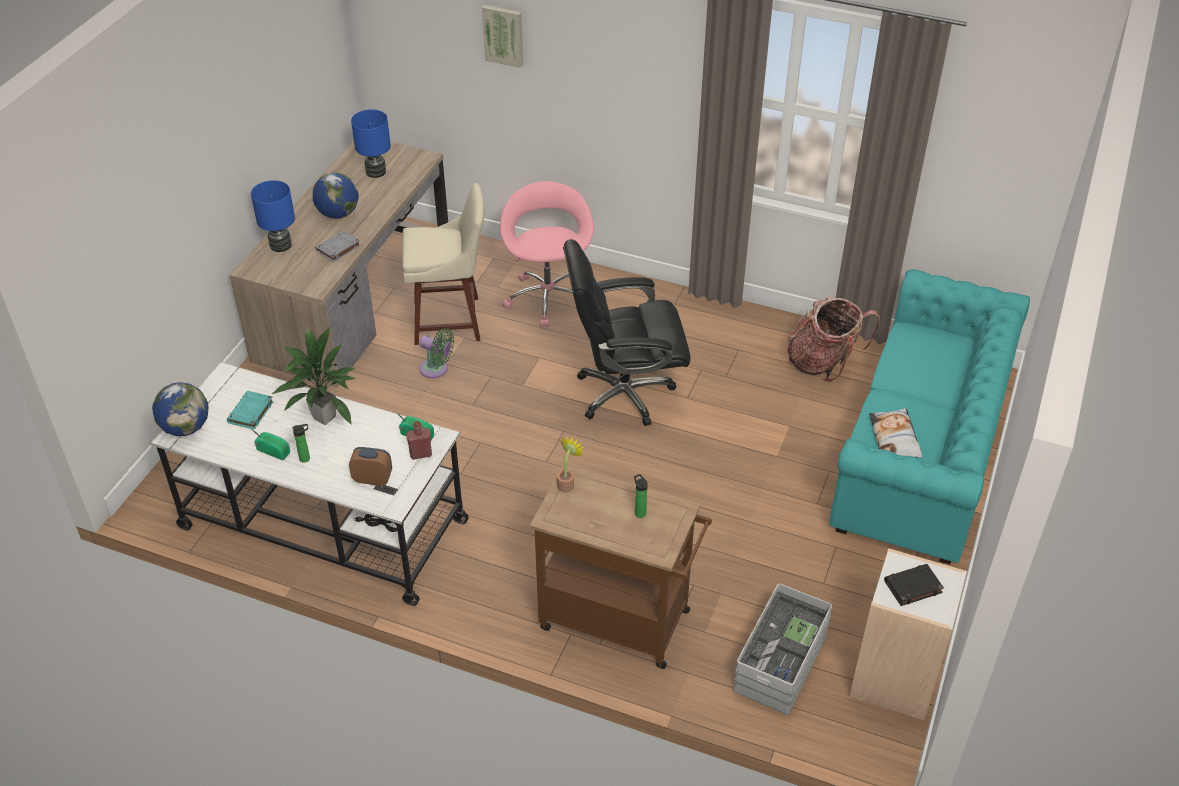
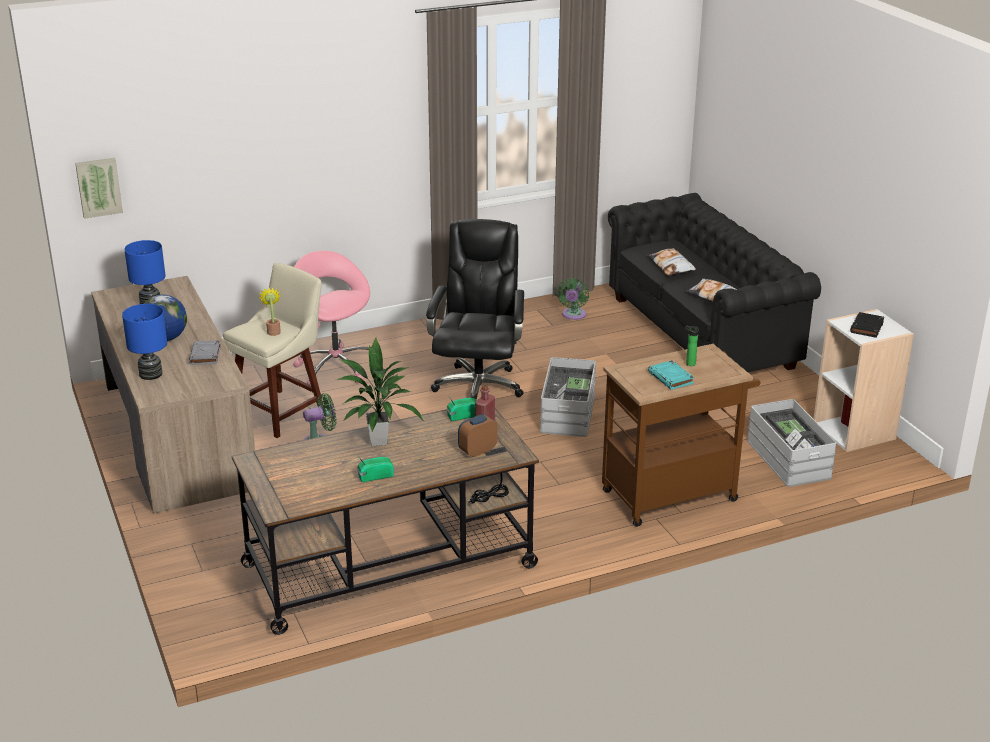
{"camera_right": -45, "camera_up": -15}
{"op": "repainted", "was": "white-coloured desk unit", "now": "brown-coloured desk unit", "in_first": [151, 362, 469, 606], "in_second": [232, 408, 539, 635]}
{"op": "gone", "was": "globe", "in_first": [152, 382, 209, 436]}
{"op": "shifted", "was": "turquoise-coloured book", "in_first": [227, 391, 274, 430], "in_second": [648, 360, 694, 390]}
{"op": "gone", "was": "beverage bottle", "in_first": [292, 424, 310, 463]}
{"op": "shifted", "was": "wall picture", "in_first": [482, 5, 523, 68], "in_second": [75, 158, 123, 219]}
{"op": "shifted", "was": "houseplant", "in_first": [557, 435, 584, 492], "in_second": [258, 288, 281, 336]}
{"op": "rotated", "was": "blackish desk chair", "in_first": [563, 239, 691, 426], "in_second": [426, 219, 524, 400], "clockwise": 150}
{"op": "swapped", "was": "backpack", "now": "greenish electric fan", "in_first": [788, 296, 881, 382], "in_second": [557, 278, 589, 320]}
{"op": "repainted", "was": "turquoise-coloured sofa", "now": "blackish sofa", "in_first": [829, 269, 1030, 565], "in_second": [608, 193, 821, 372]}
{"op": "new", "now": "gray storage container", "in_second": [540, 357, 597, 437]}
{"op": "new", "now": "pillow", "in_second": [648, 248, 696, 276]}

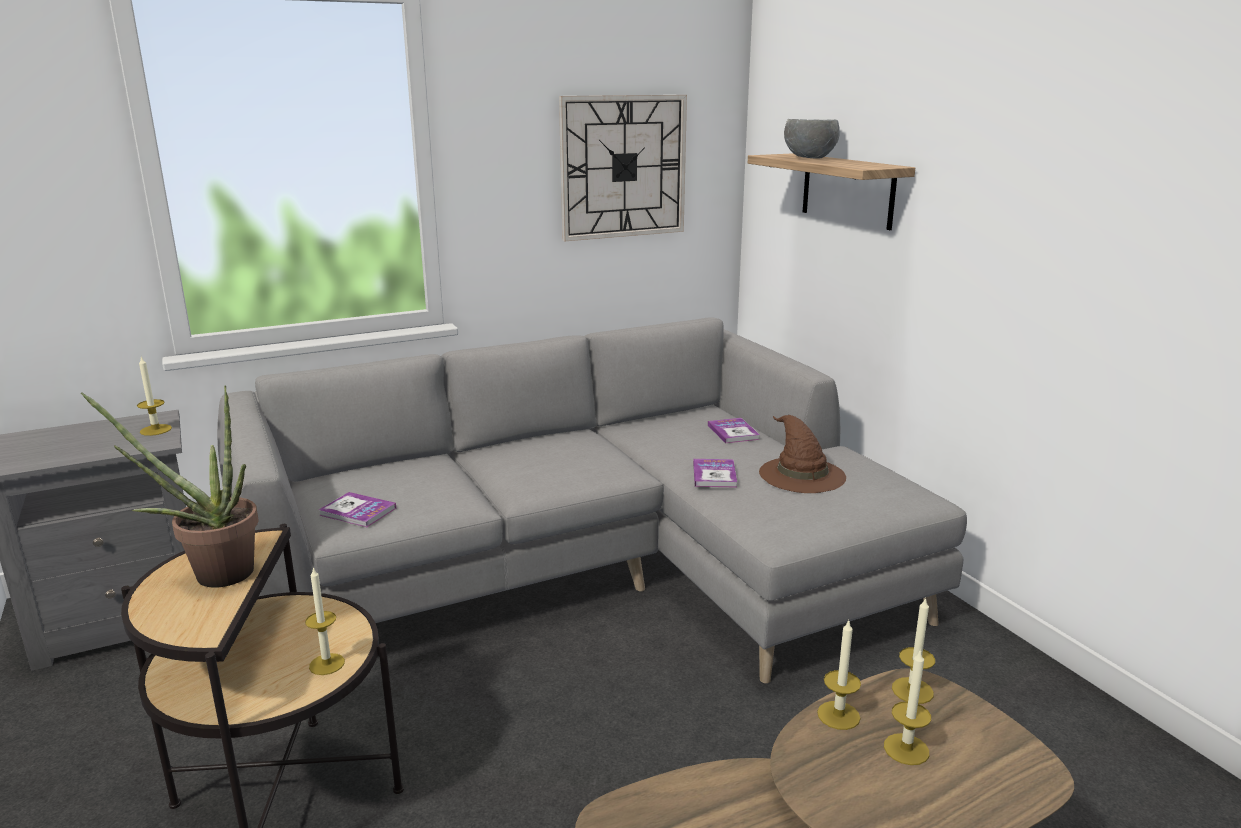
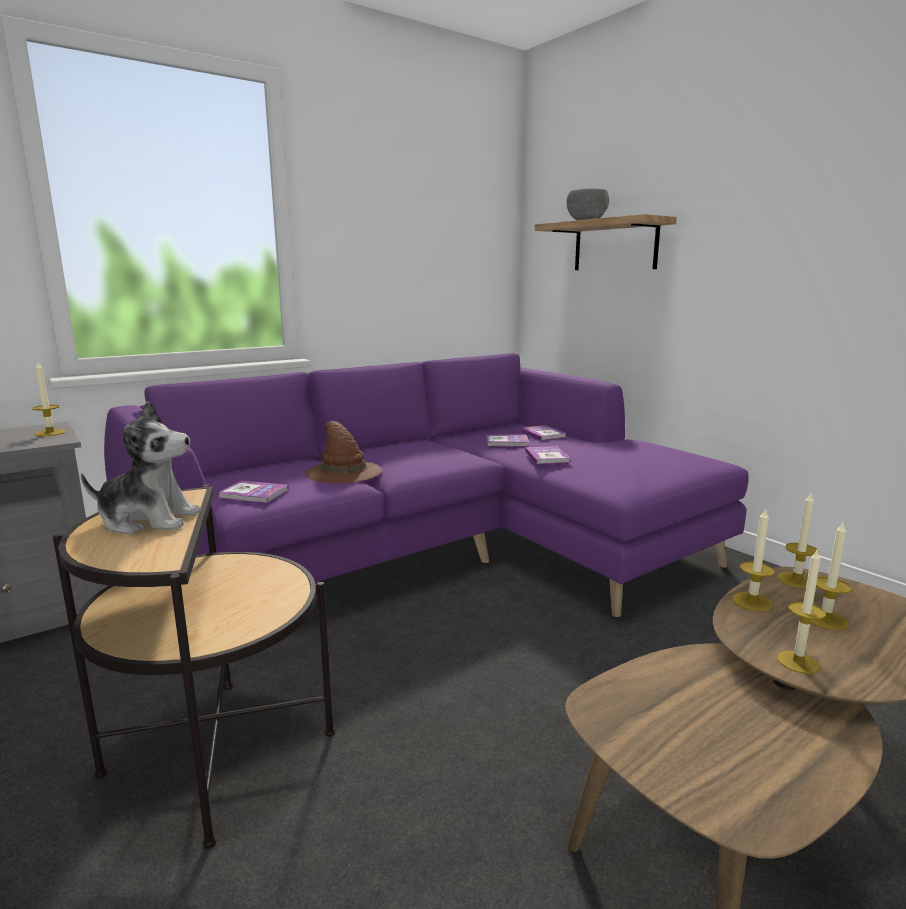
{"camera_right": -10, "camera_up": -5}
{"op": "swapped", "was": "houseplant", "now": "cuddly toy", "in_first": [81, 386, 259, 588], "in_second": [81, 401, 201, 534]}
{"op": "repainted", "was": "gray sofa", "now": "purple-coloured sofa", "in_first": [217, 318, 967, 683], "in_second": [104, 353, 749, 617]}
{"op": "shifted", "was": "candle", "in_first": [305, 567, 345, 675], "in_second": [777, 548, 826, 674]}
{"op": "gone", "was": "hanging clock", "in_first": [559, 95, 687, 241]}
{"op": "shifted", "was": "brown-coloured wearable hat", "in_first": [759, 415, 846, 493], "in_second": [305, 421, 382, 484]}
{"op": "new", "now": "book", "in_second": [486, 435, 529, 446]}

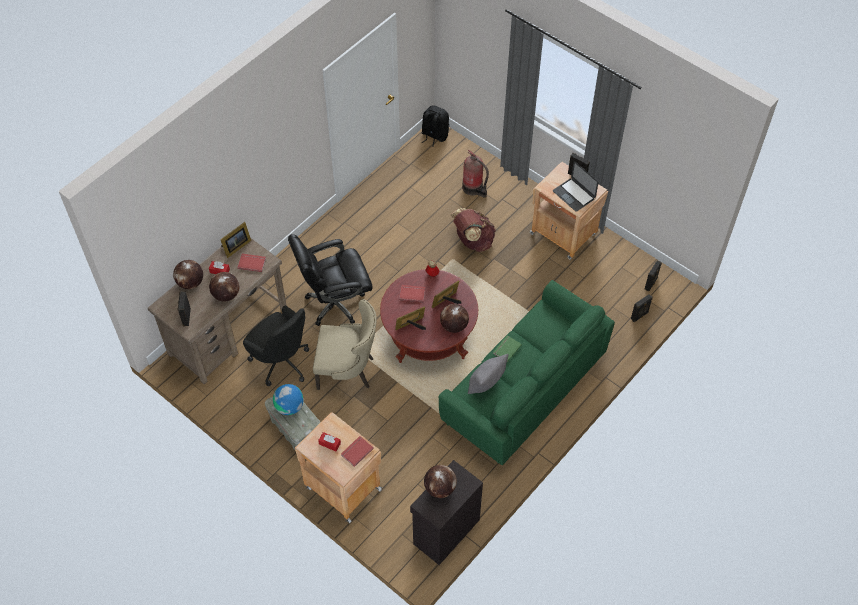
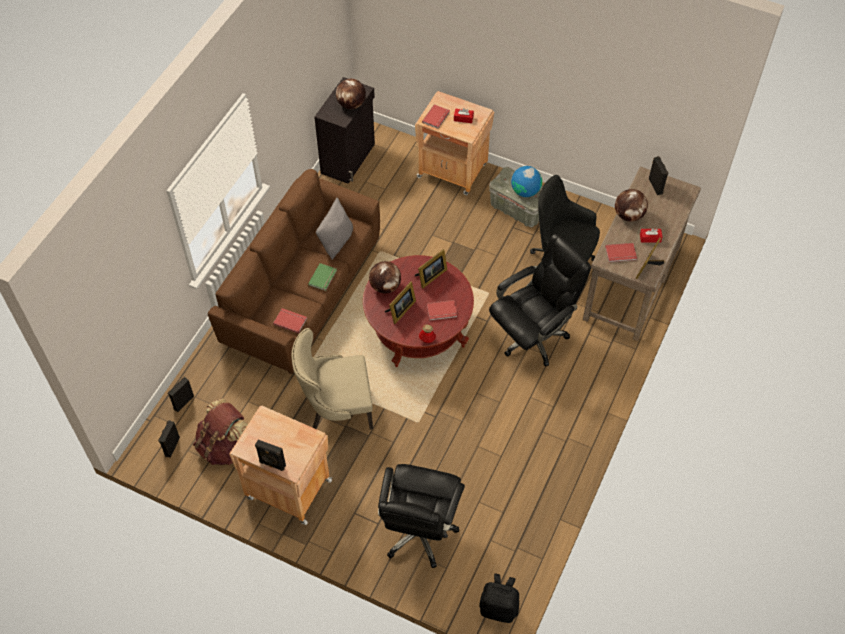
{"camera_right": 165, "camera_up": 0}
{"op": "gone", "was": "globe", "in_first": [173, 260, 203, 289]}
{"op": "shifted", "was": "sand-coloured upright chair", "in_first": [313, 299, 377, 390], "in_second": [292, 328, 373, 430]}
{"op": "repainted", "was": "greenish sofa", "now": "brown-coloured sofa", "in_first": [439, 280, 615, 465], "in_second": [208, 169, 380, 374]}
{"op": "shifted", "was": "brown-coloured backpack", "in_first": [451, 208, 496, 252], "in_second": [193, 398, 248, 465]}
{"op": "swapped", "was": "extinguisher", "now": "blackish desk chair", "in_first": [462, 150, 489, 198], "in_second": [378, 464, 465, 568]}
{"op": "gone", "was": "laptop", "in_first": [553, 161, 598, 212]}
{"op": "new", "now": "reddish book", "in_second": [273, 308, 307, 334]}

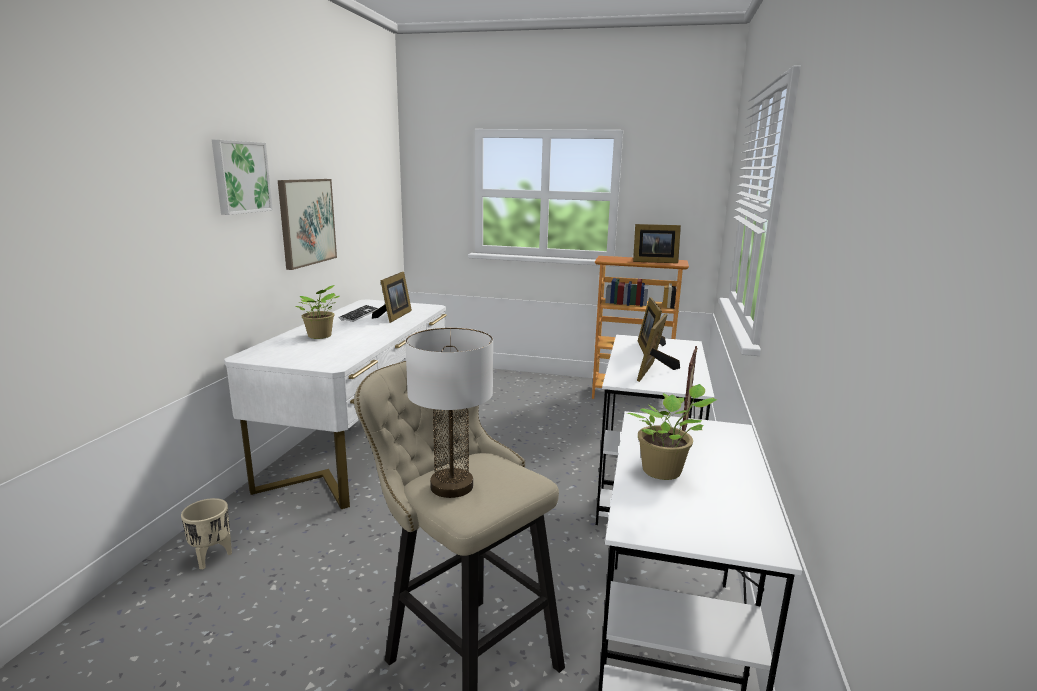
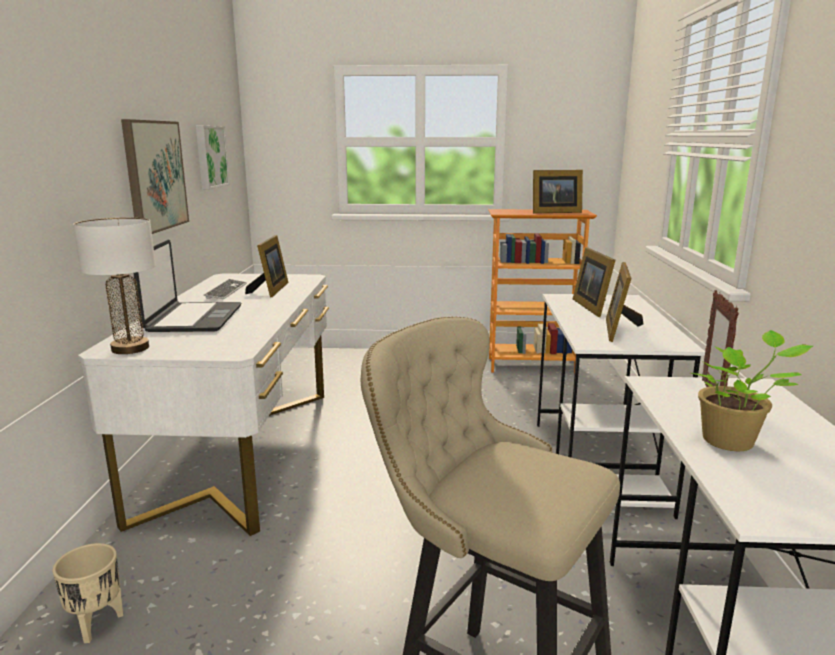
{"camera_right": -10, "camera_up": 0}
{"op": "shifted", "was": "wall picture", "in_first": [212, 140, 273, 215], "in_second": [196, 126, 230, 190]}
{"op": "swapped", "was": "houseplant", "now": "laptop", "in_first": [296, 285, 339, 339], "in_second": [133, 239, 241, 332]}
{"op": "shifted", "was": "lamp for a table", "in_first": [405, 328, 493, 498], "in_second": [73, 218, 156, 354]}

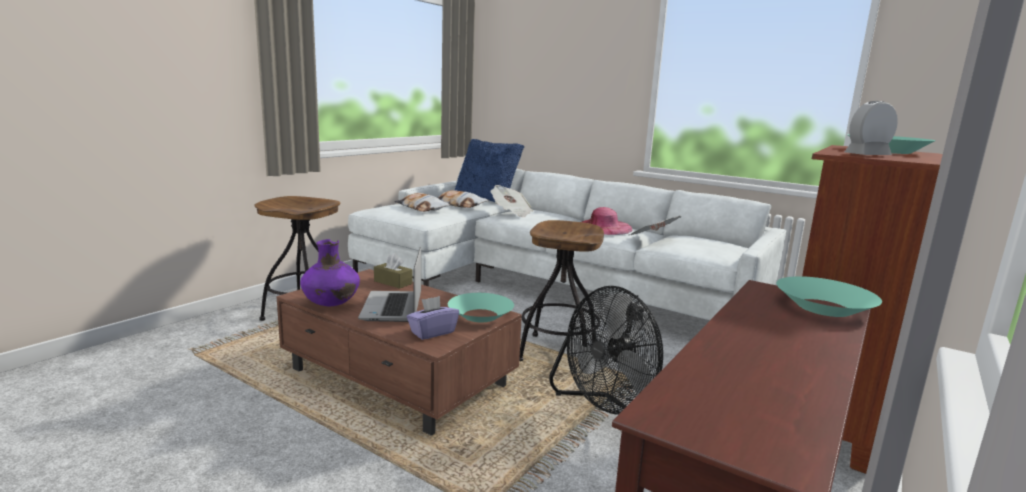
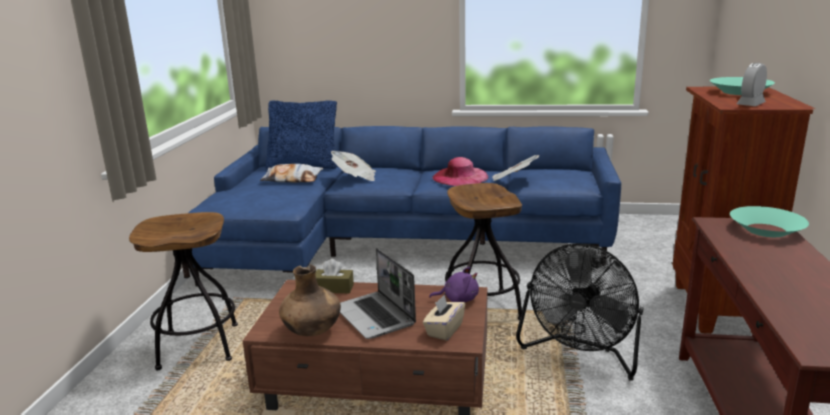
{"camera_right": -25, "camera_up": 5}
{"op": "repainted", "was": "purple-coloured decorative vase", "now": "brown-coloured decorative vase", "in_first": [300, 239, 360, 306], "in_second": [279, 265, 341, 336]}
{"op": "repainted", "was": "white-coloured sofa", "now": "blue sofa", "in_first": [348, 163, 787, 320], "in_second": [189, 126, 621, 287]}
{"op": "gone", "was": "pillow", "in_first": [395, 193, 450, 212]}
{"op": "repainted", "was": "purple-coloured tissue box", "now": "sand-coloured tissue box", "in_first": [407, 296, 459, 340], "in_second": [423, 294, 465, 341]}
{"op": "swapped", "was": "turquoise-coloured deep dish", "now": "purple-coloured cuddly toy", "in_first": [448, 293, 514, 322], "in_second": [429, 267, 479, 302]}

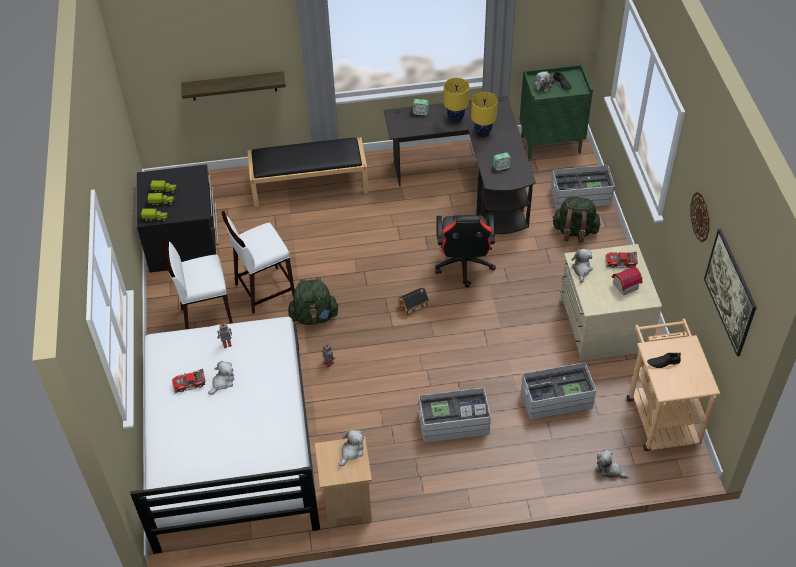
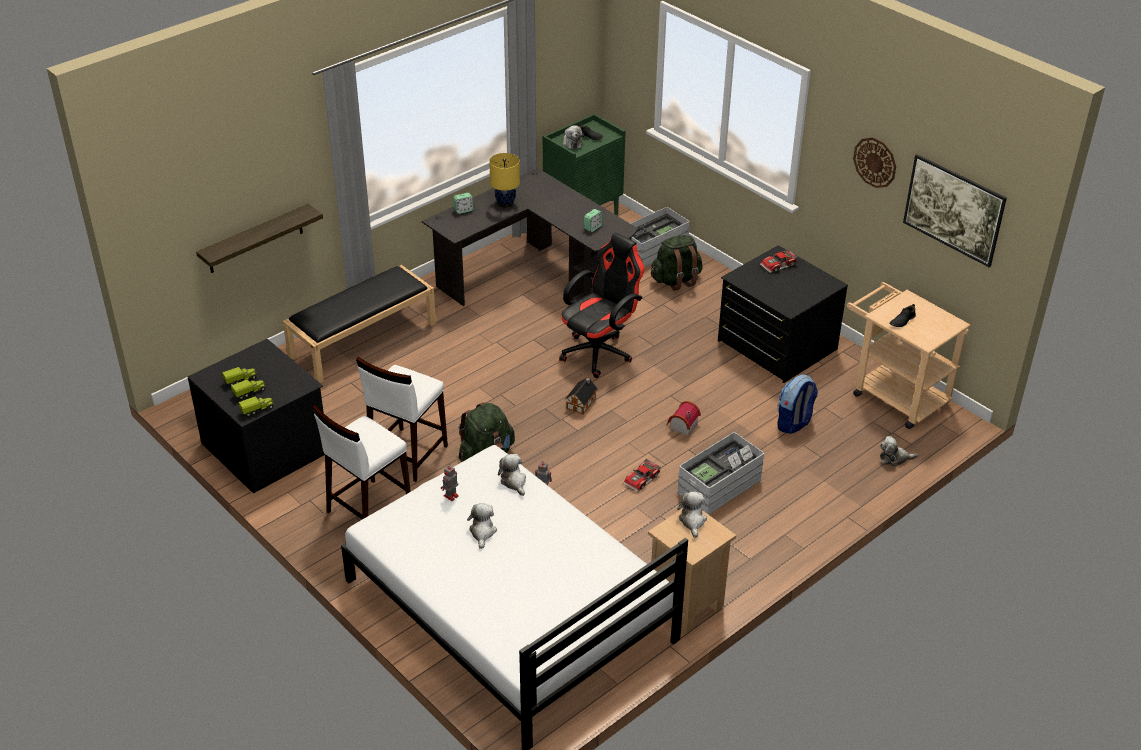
{"camera_right": -35, "camera_up": -10}
{"op": "shifted", "was": "miniature car", "in_first": [172, 369, 206, 393], "in_second": [623, 458, 661, 492]}
{"op": "rotated", "was": "blackish desk chair", "in_first": [435, 215, 496, 288], "in_second": [559, 233, 644, 378], "clockwise": -105}
{"op": "gone", "was": "yellow lamp for a table", "in_first": [471, 92, 498, 137]}
{"op": "swapped", "was": "gray storage container", "now": "backpack", "in_first": [520, 362, 596, 420], "in_second": [777, 374, 818, 434]}
{"op": "repainted", "was": "sand-coloured drawer chest", "now": "blackish drawer chest", "in_first": [560, 244, 662, 361], "in_second": [718, 245, 848, 383]}
{"op": "shifted", "was": "cuddly toy", "in_first": [571, 249, 593, 283], "in_second": [498, 454, 526, 496]}
{"op": "shifted", "was": "model house", "in_first": [612, 266, 643, 295], "in_second": [667, 401, 701, 436]}

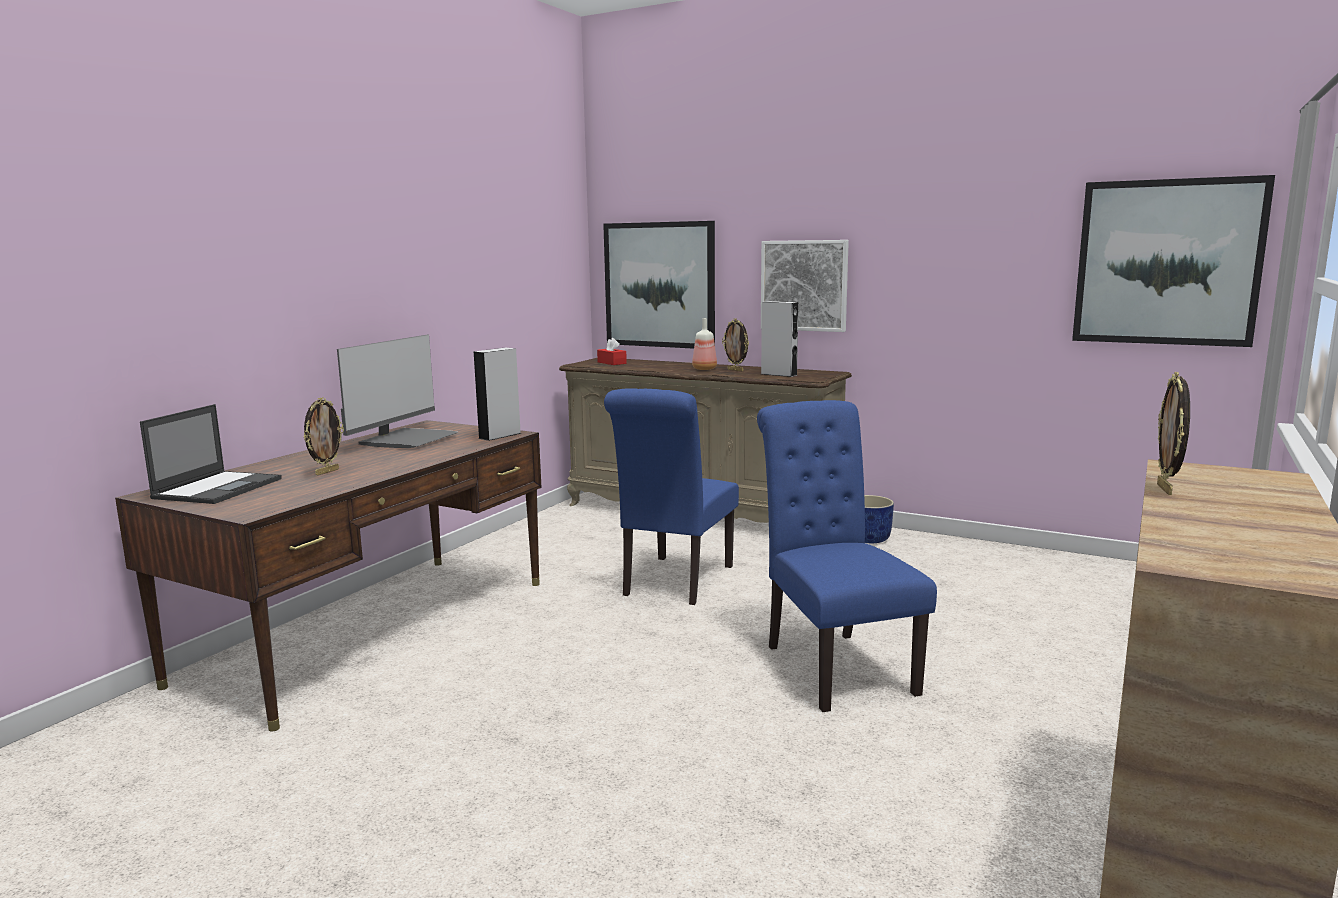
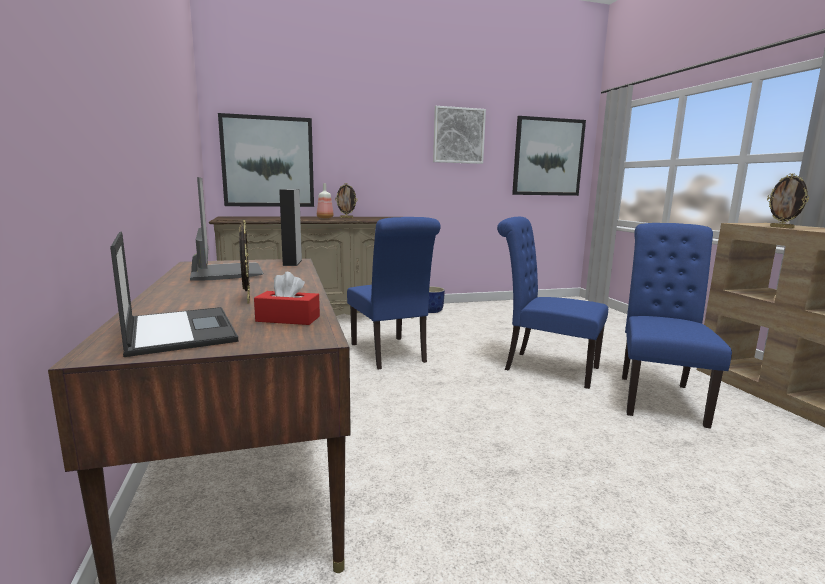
{"camera_right": -45, "camera_up": 0}
{"op": "shifted", "was": "reddish tissue box", "in_first": [597, 338, 627, 365], "in_second": [254, 272, 320, 325]}
{"op": "shifted", "was": "wall picture", "in_first": [761, 240, 849, 332], "in_second": [433, 106, 486, 164]}
{"op": "gone", "was": "gray audio speaker", "in_first": [761, 301, 798, 377]}
{"op": "new", "now": "blue upright chair", "in_second": [622, 223, 732, 429]}

